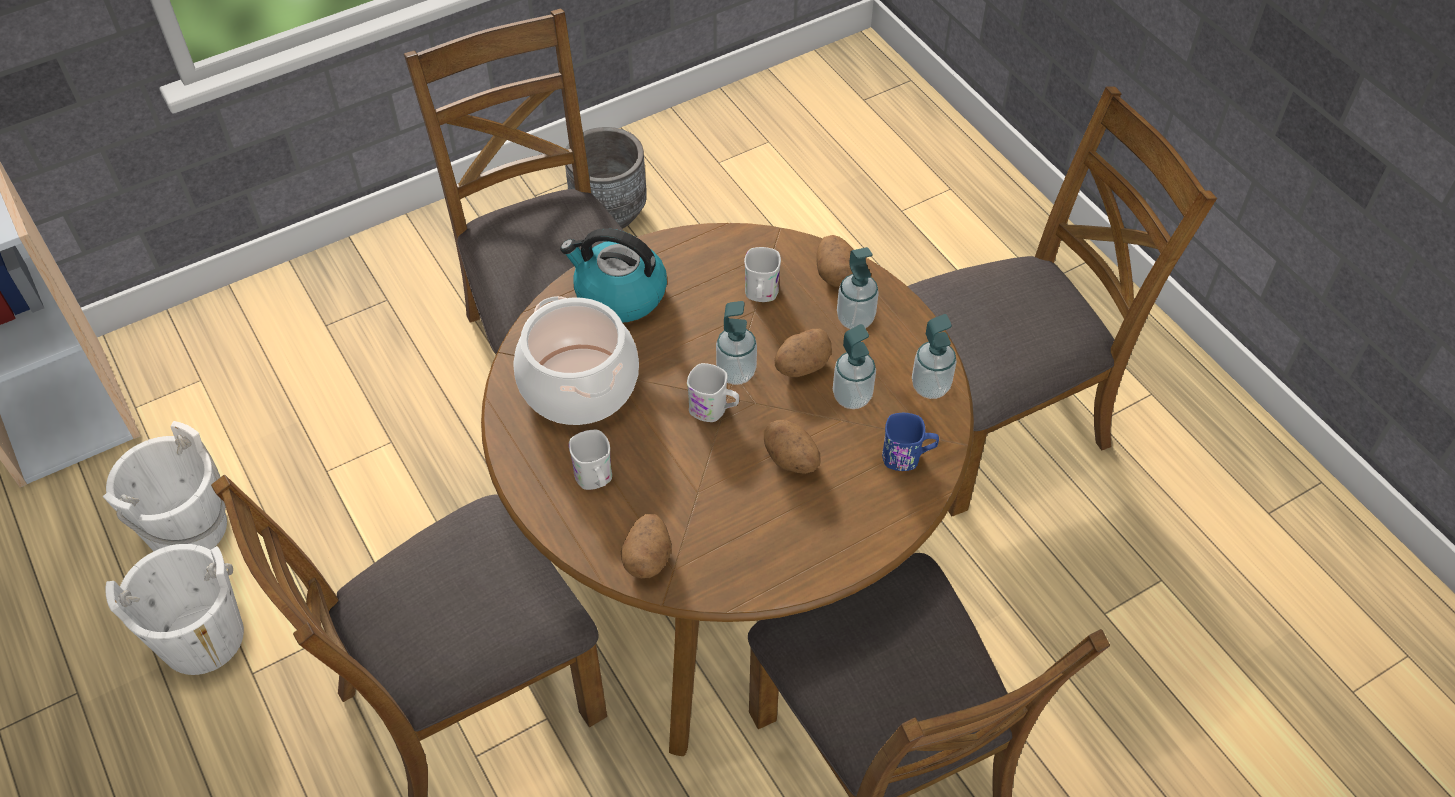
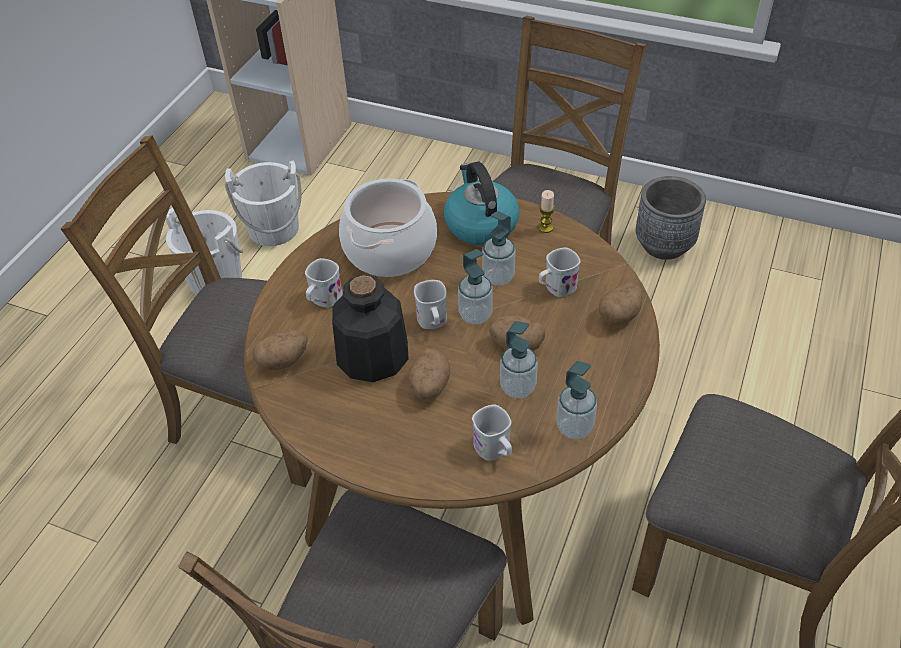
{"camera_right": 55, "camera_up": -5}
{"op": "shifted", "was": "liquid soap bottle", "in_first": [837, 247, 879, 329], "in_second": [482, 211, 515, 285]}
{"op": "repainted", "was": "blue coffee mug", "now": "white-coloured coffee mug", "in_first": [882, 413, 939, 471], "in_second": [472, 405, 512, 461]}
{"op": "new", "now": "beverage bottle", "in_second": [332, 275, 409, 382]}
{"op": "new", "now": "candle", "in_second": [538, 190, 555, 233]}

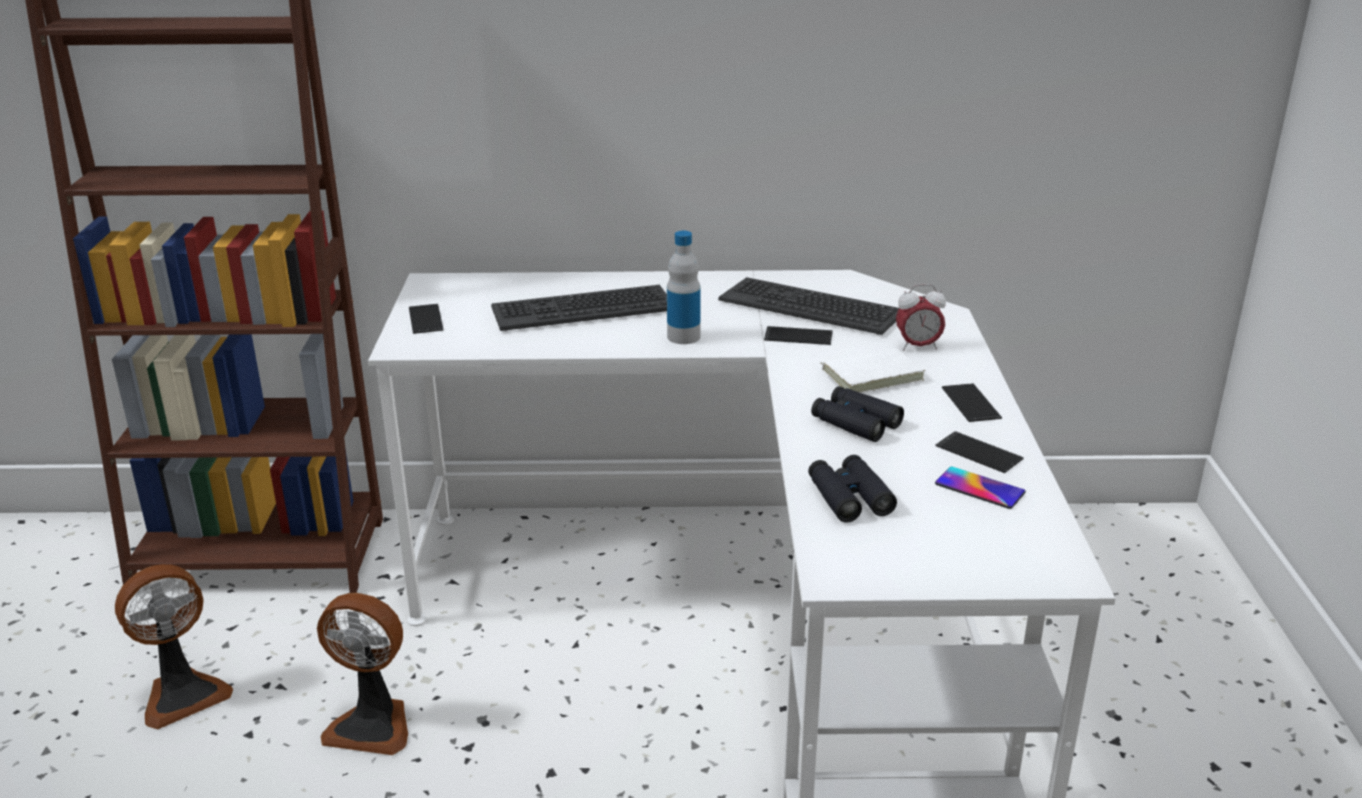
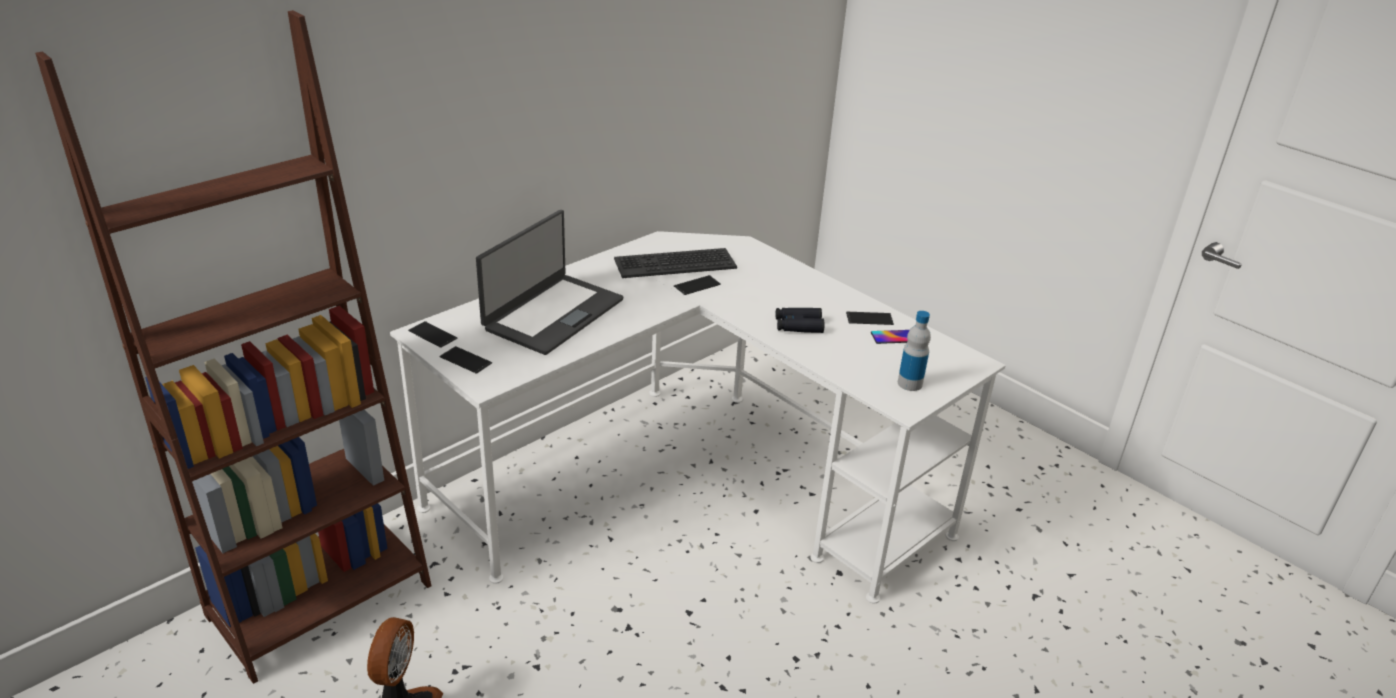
{"camera_right": -45, "camera_up": 5}
{"op": "gone", "was": "electric fan", "in_first": [317, 593, 408, 755]}
{"op": "swapped", "was": "keyboard", "now": "laptop", "in_first": [491, 285, 667, 331], "in_second": [476, 210, 623, 355]}
{"op": "shifted", "was": "beverage bottle", "in_first": [667, 231, 700, 344], "in_second": [898, 311, 931, 391]}
{"op": "gone", "was": "blackish pair of binoculars", "in_first": [808, 455, 897, 522]}
{"op": "gone", "was": "white-coloured book", "in_first": [816, 349, 925, 393]}
{"op": "gone", "was": "table clock", "in_first": [896, 284, 946, 351]}
{"op": "shifted", "was": "telephone", "in_first": [942, 383, 1002, 422], "in_second": [408, 321, 458, 348]}

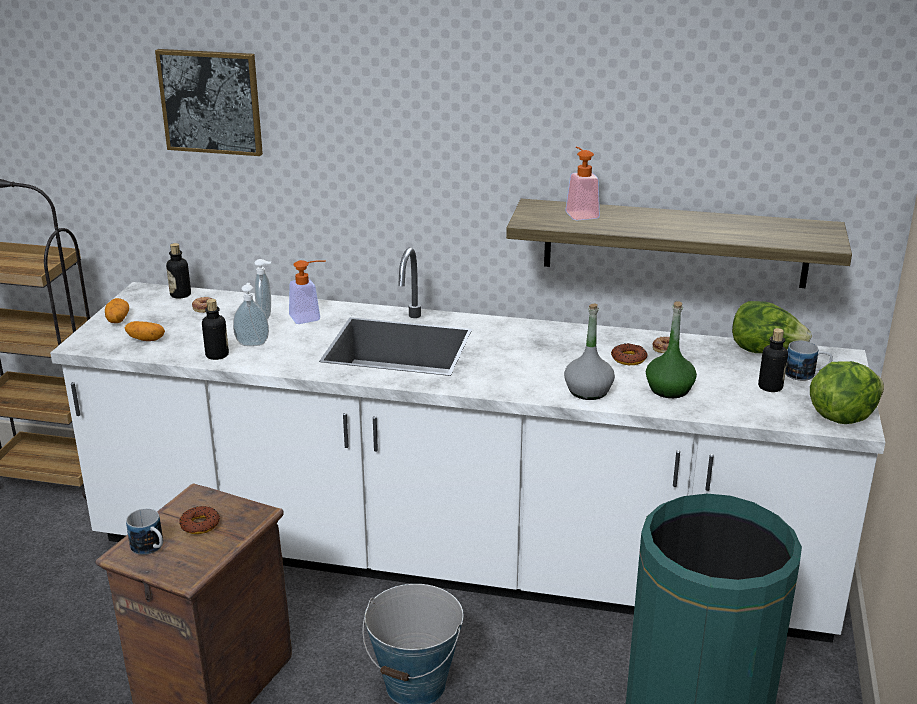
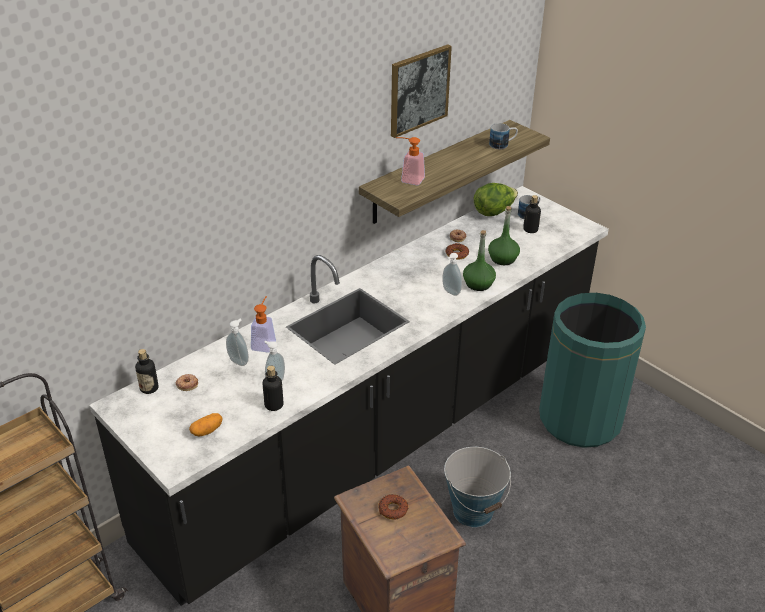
{"camera_right": -55, "camera_up": 10}
{"op": "repainted", "was": "white-coloured kitchen base unit", "now": "blackish kitchen base unit", "in_first": [50, 247, 885, 643], "in_second": [89, 186, 609, 606]}
{"op": "gone", "was": "spud", "in_first": [105, 298, 129, 323]}
{"op": "shifted", "was": "coffee mug", "in_first": [126, 509, 163, 555], "in_second": [489, 123, 518, 149]}
{"op": "shifted", "was": "wall picture", "in_first": [155, 49, 263, 156], "in_second": [391, 44, 452, 138]}
{"op": "repainted", "was": "gray beverage bottle", "now": "greenish beverage bottle", "in_first": [564, 304, 615, 400], "in_second": [463, 230, 496, 291]}
{"op": "gone", "was": "lettuce", "in_first": [810, 361, 884, 424]}
{"op": "new", "now": "liquid soap bottle", "in_second": [442, 253, 462, 296]}

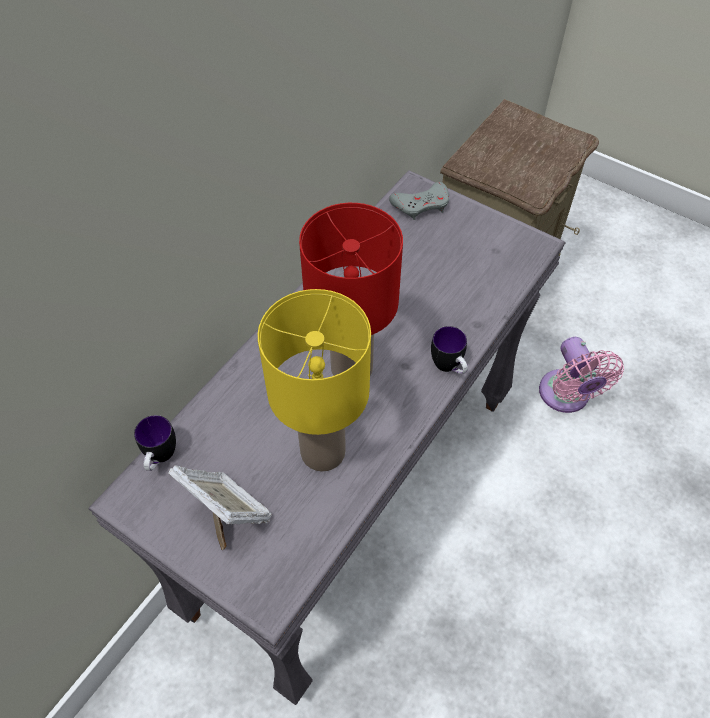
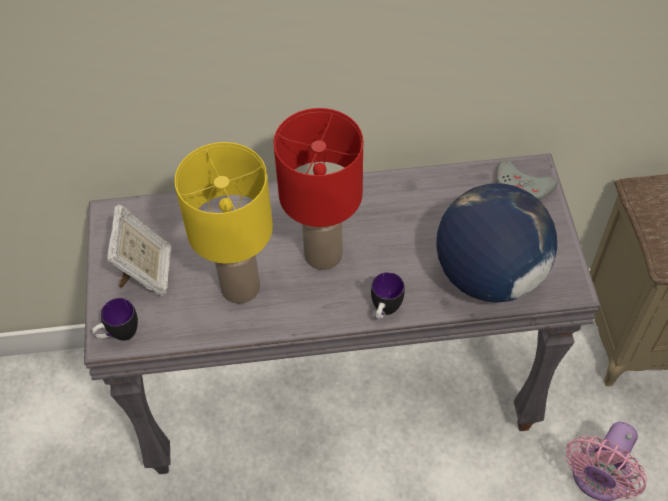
{"camera_right": 50, "camera_up": 0}
{"op": "shifted", "was": "coffee mug", "in_first": [134, 415, 176, 471], "in_second": [92, 298, 138, 341]}
{"op": "new", "now": "globe", "in_second": [437, 183, 557, 303]}

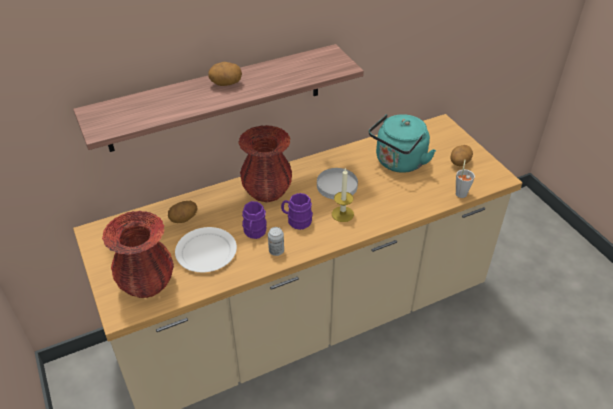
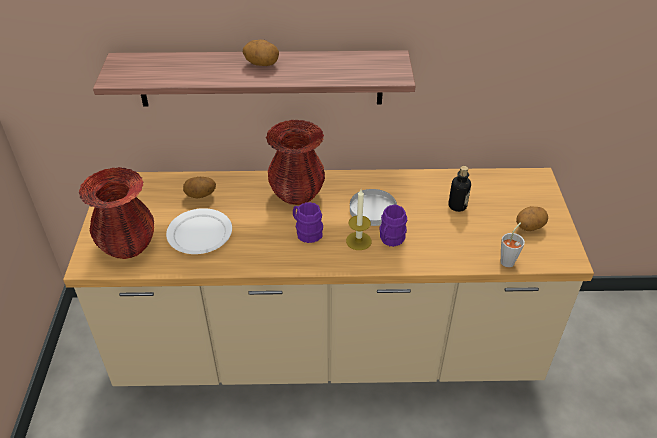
{"camera_right": 25, "camera_up": 0}
{"op": "shifted", "was": "purple-coloured coffee mug", "in_first": [242, 201, 267, 239], "in_second": [379, 205, 407, 247]}
{"op": "gone", "was": "metal can", "in_first": [268, 227, 284, 256]}
{"op": "swapped", "was": "turquoise-coloured water kettle", "now": "beverage bottle", "in_first": [369, 114, 436, 173], "in_second": [448, 166, 471, 212]}

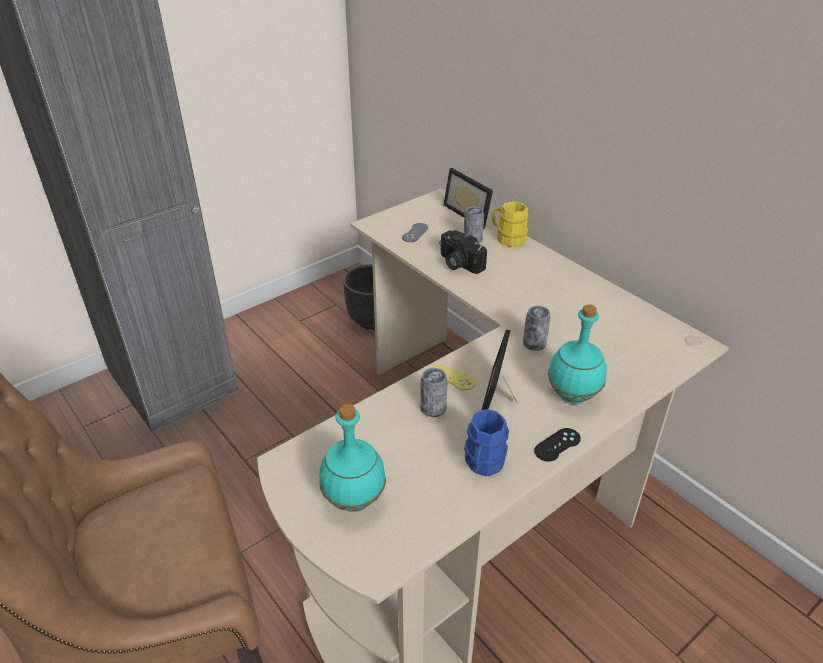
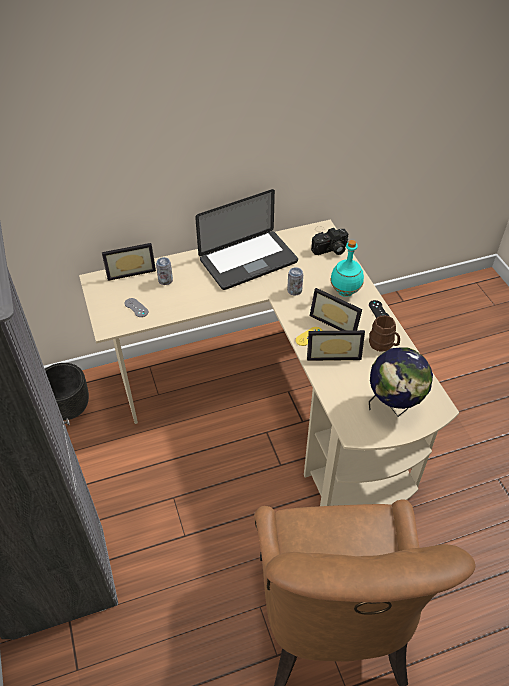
{"camera_right": -70, "camera_up": 10}
{"op": "swapped", "was": "turquoise-coloured beverage bottle", "now": "globe", "in_first": [319, 404, 386, 512], "in_second": [369, 347, 433, 417]}
{"op": "swapped", "was": "metal can", "now": "standing frame", "in_first": [420, 368, 448, 417], "in_second": [307, 330, 365, 361]}
{"op": "shifted", "was": "still camera", "in_first": [439, 230, 487, 274], "in_second": [311, 228, 348, 255]}
{"op": "repainted", "was": "blue coffee mug", "now": "brown-coloured coffee mug", "in_first": [464, 409, 509, 476], "in_second": [369, 315, 400, 352]}
{"op": "gone", "was": "yellow coffee mug", "in_first": [492, 201, 529, 247]}
{"op": "new", "now": "laptop", "in_second": [195, 189, 298, 290]}

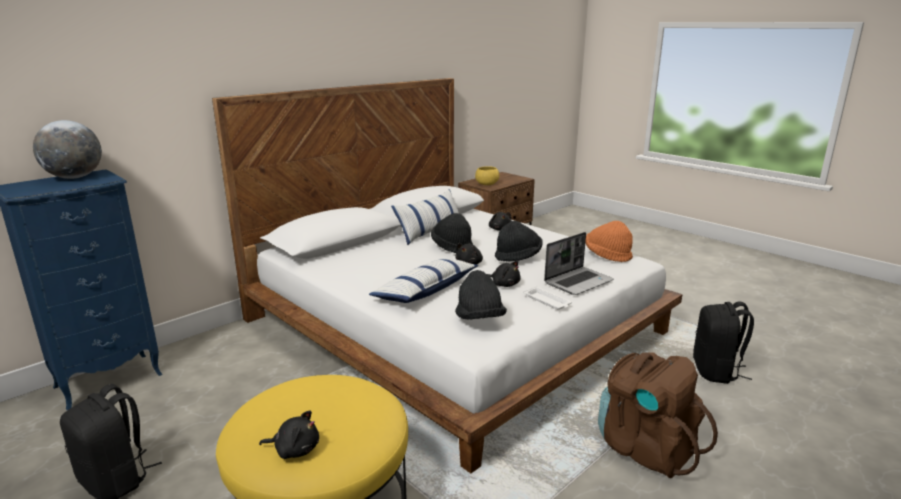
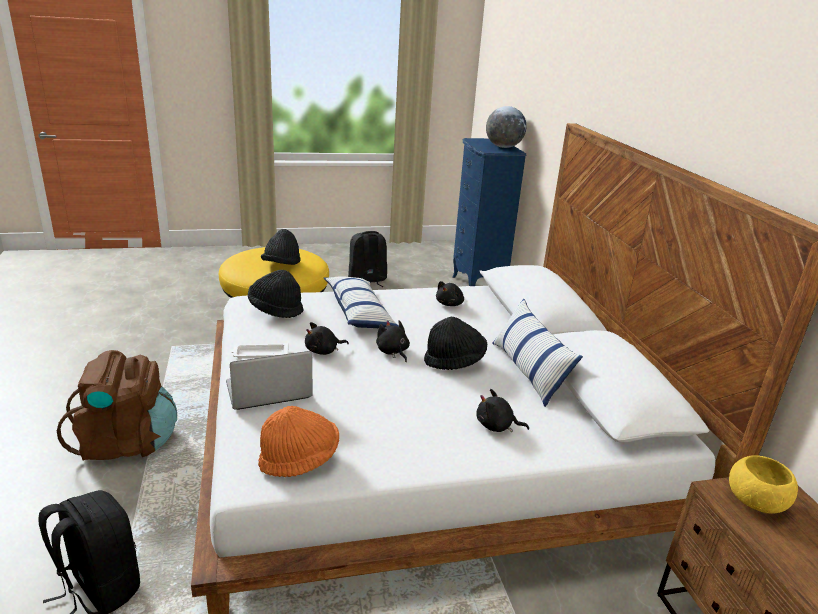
{"camera_right": 120, "camera_up": 5}
{"op": "shifted", "was": "blackish cuddly toy", "in_first": [259, 410, 319, 459], "in_second": [436, 281, 464, 306]}
{"op": "shifted", "was": "blackish wearable hat", "in_first": [495, 221, 543, 262], "in_second": [261, 229, 301, 265]}
{"op": "rotated", "was": "laptop", "in_first": [544, 232, 614, 295], "in_second": [226, 351, 313, 410], "clockwise": 75}

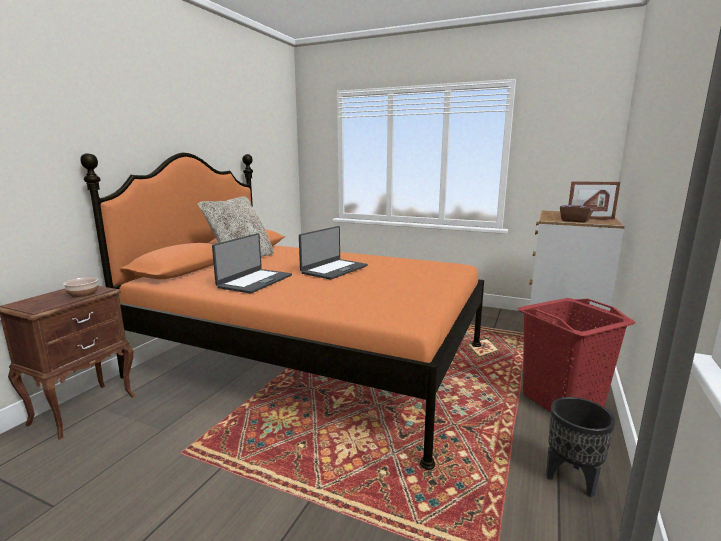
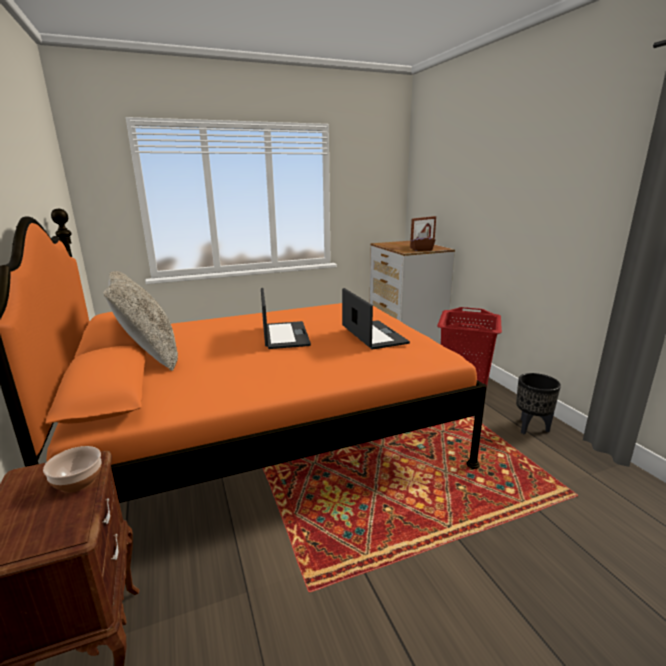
{"camera_right": -45, "camera_up": 5}
{"op": "shifted", "was": "laptop", "in_first": [212, 233, 292, 294], "in_second": [342, 288, 410, 350]}

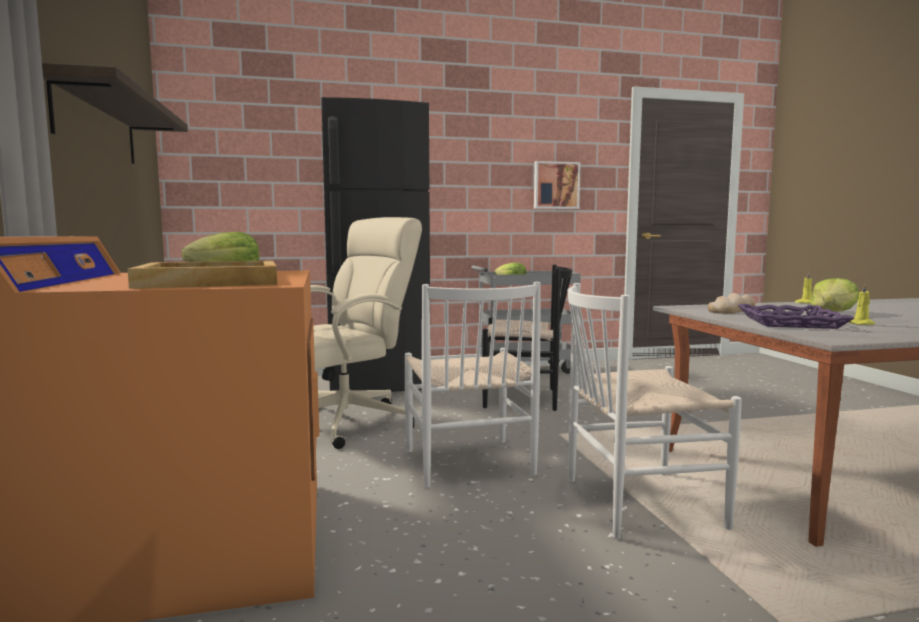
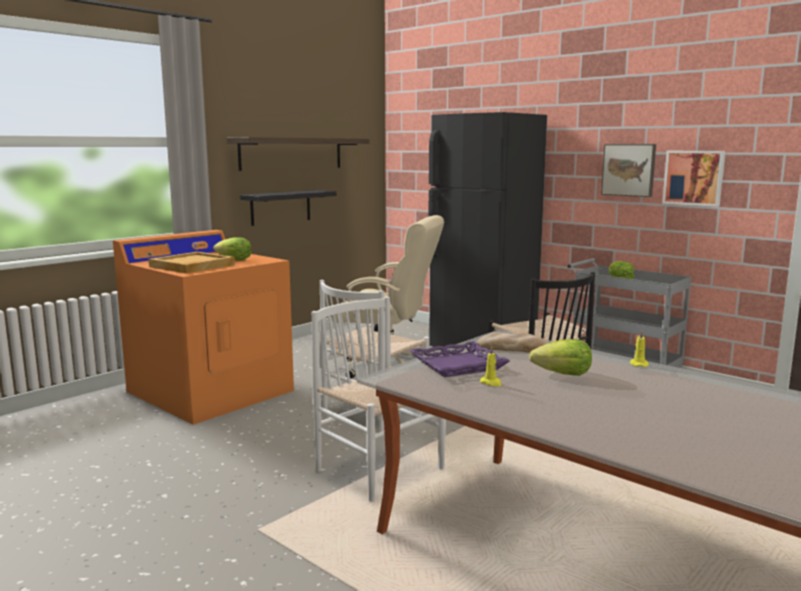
{"camera_right": 55, "camera_up": 5}
{"op": "new", "now": "blackish wall shelf", "in_second": [240, 190, 336, 226]}
{"op": "new", "now": "wall picture", "in_second": [601, 144, 656, 197]}

